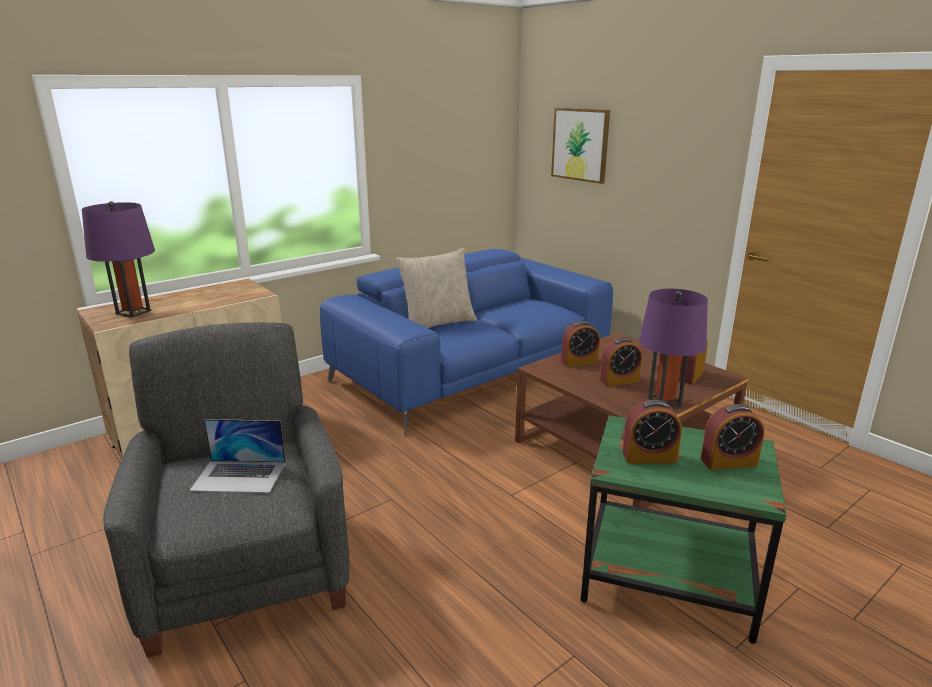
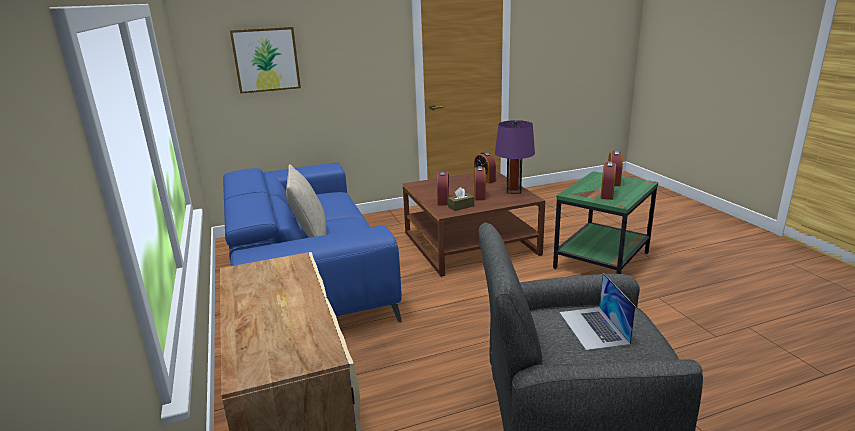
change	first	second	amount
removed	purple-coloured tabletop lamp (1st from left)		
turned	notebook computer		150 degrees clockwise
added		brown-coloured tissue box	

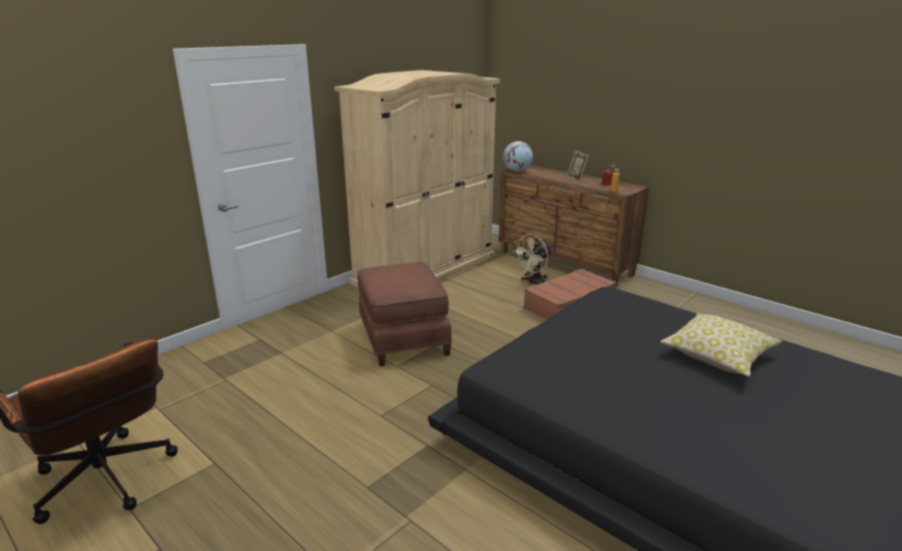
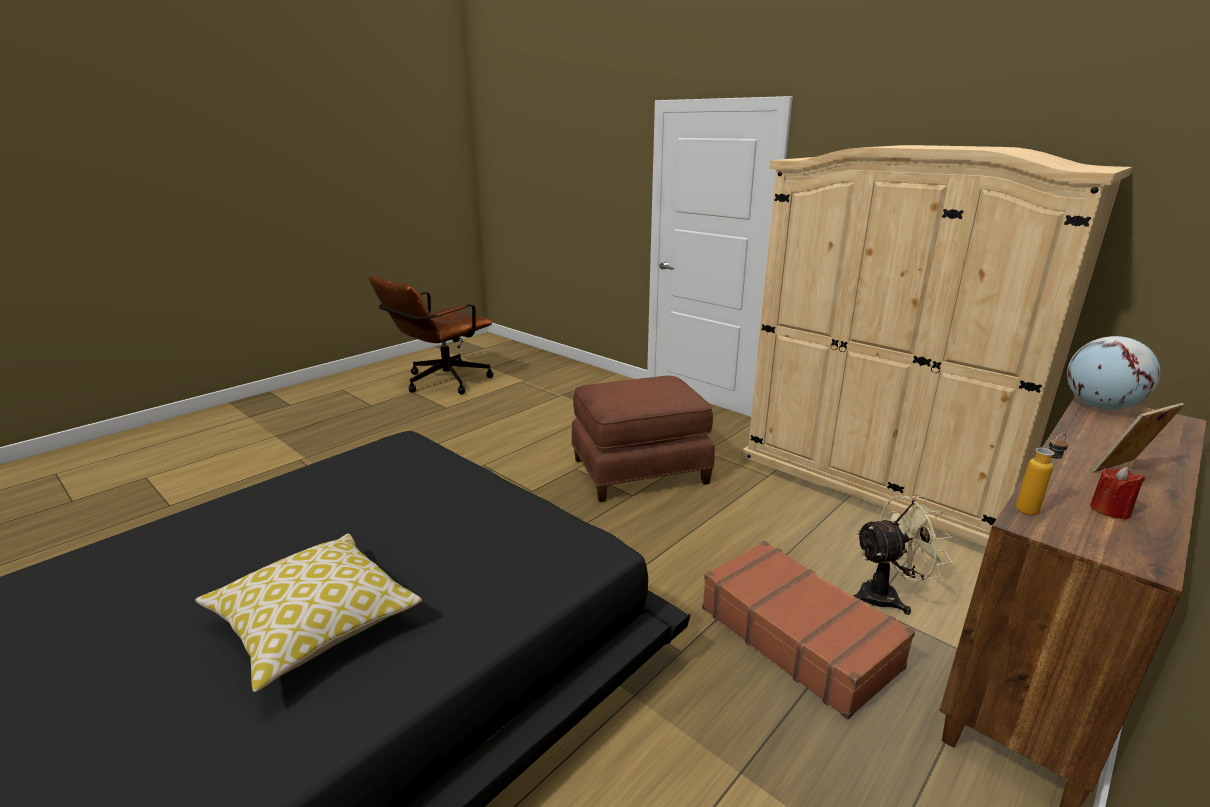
change	first	second	amount
turned	beige fan		120 degrees clockwise

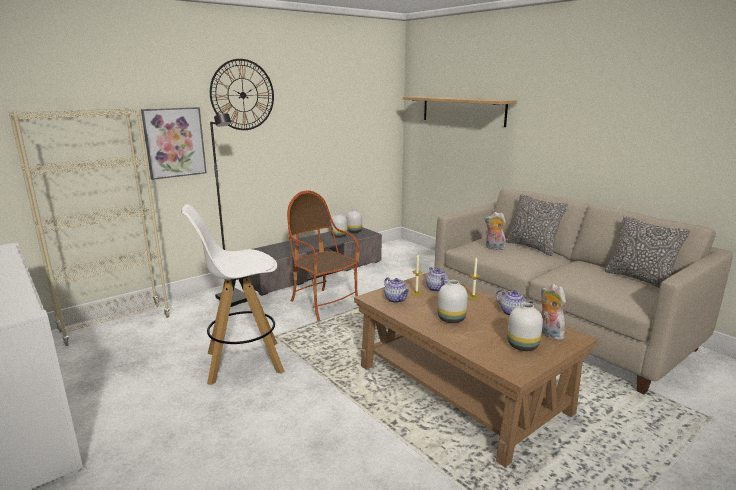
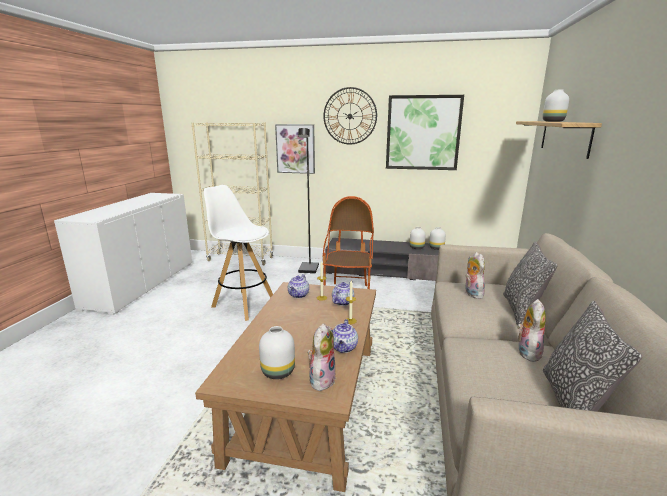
change	first	second	amount
moved	white-coloured decorative vase (3rd from left in the first image)	white-coloured decorative vase (4th from left)	
added		wall picture (2nd from left)	
added		soft toy (3rd from left)	

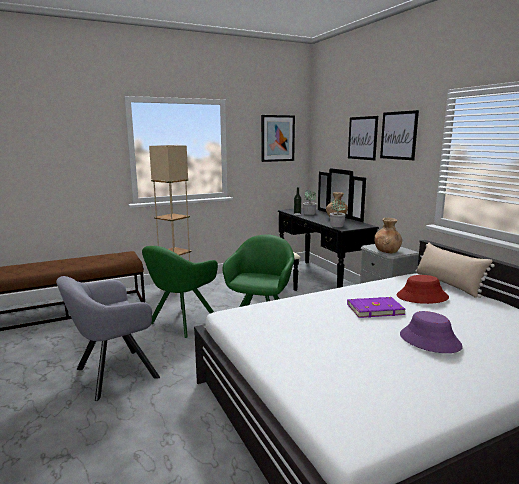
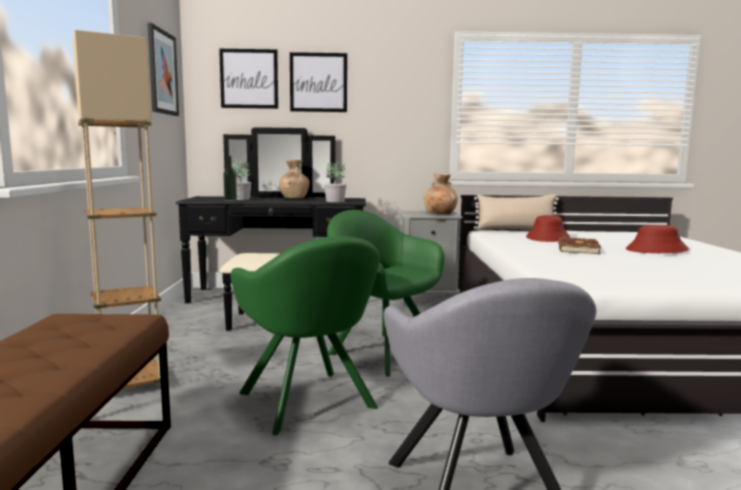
change	first	second	amount
moved	wall picture (3rd from left in the first image)	wall picture (2nd from left)	
recoloured	purple-coloured book	brown-coloured book	
recoloured	purple-coloured hat	red hat (2nd from left)	

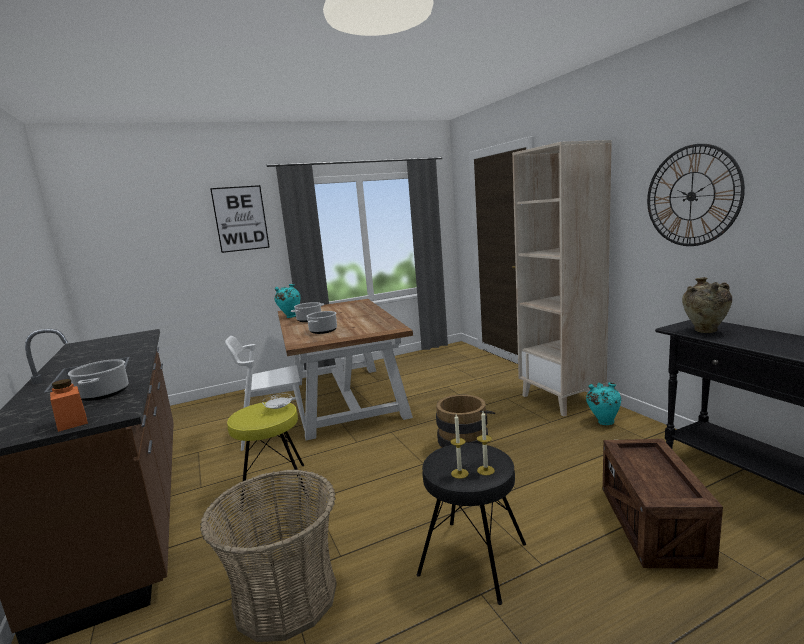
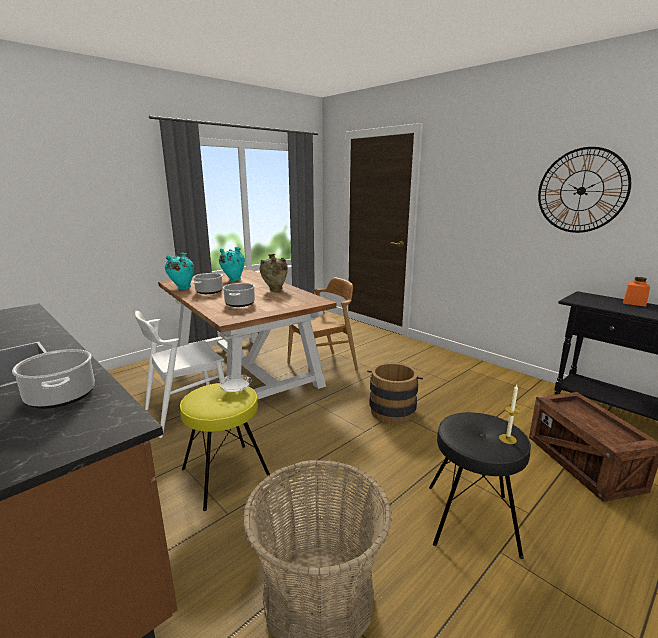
change	first	second	amount
removed	beige bookshelf		
removed	wall picture		
moved	beige decorative vase		
moved	orangey storage jar		
moved	turquoise-coloured decorative vase (2nd from left)		
removed	wax candle (1st from left)		
added		brown-coloured chair	

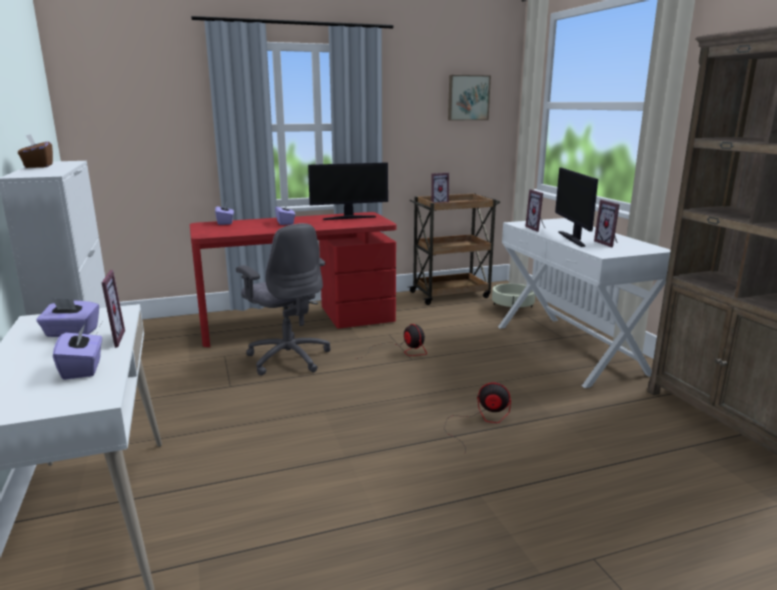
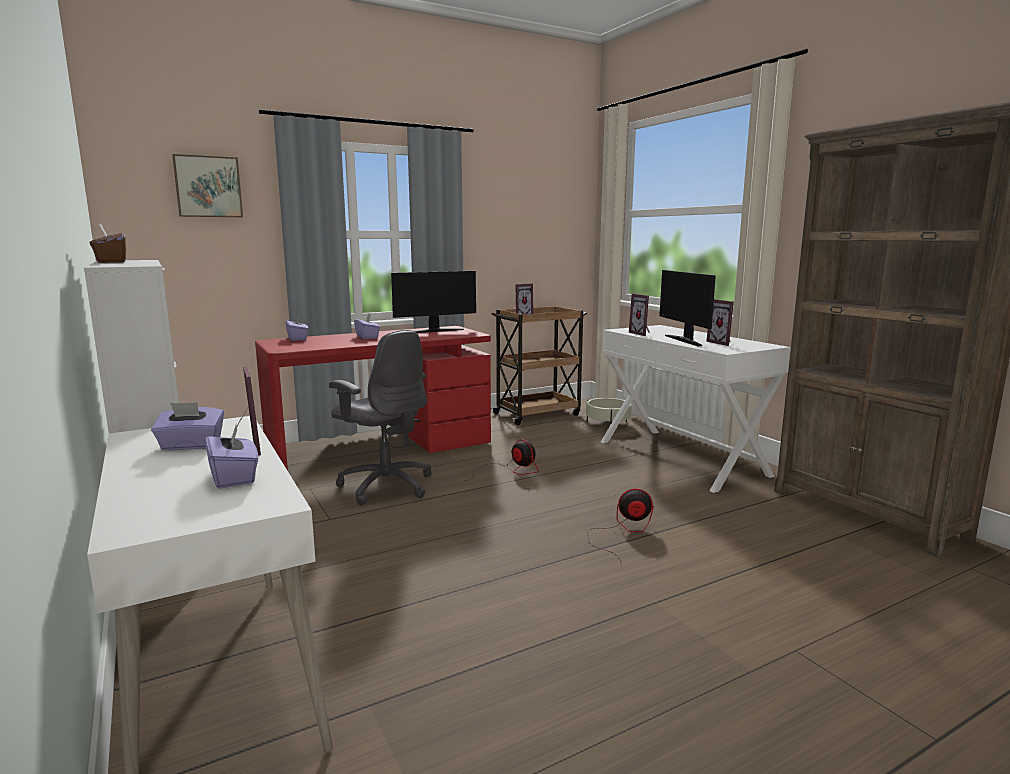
change	first	second	amount
moved	wall picture		

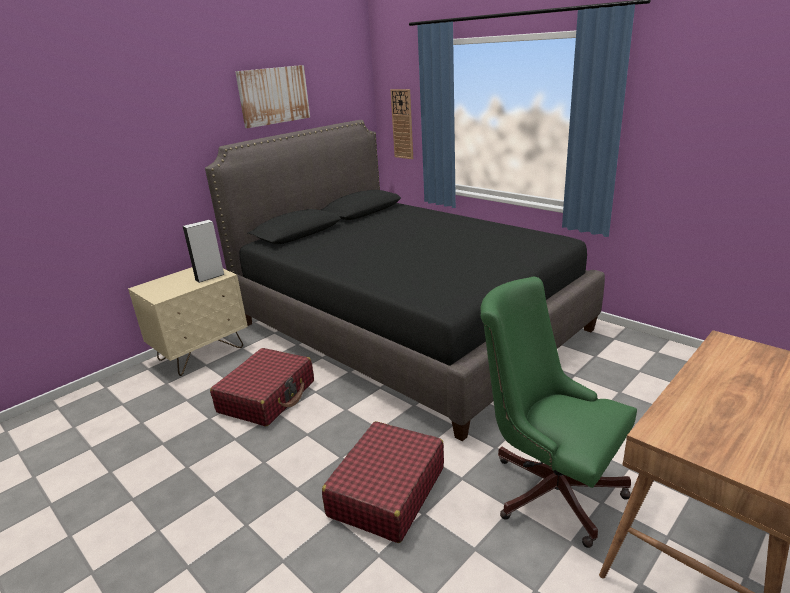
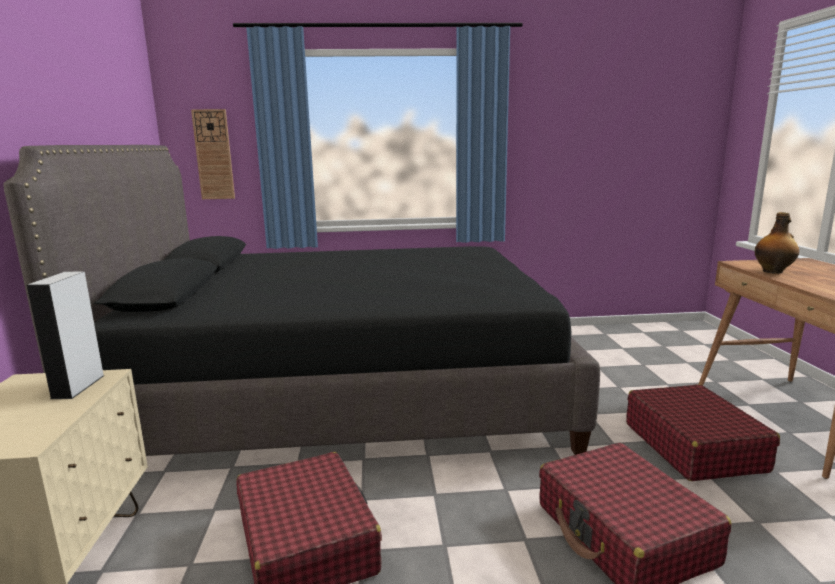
change	first	second	amount
removed	wall picture		
replaced	green-coloured office chair	red travel case (3rd from left)	
added		drink bottle	

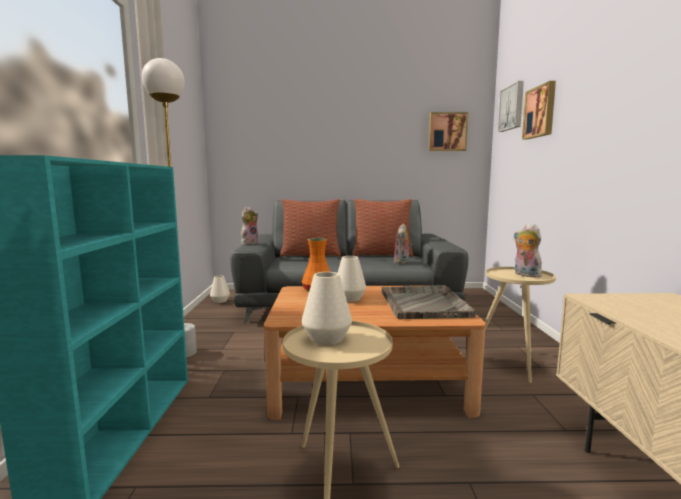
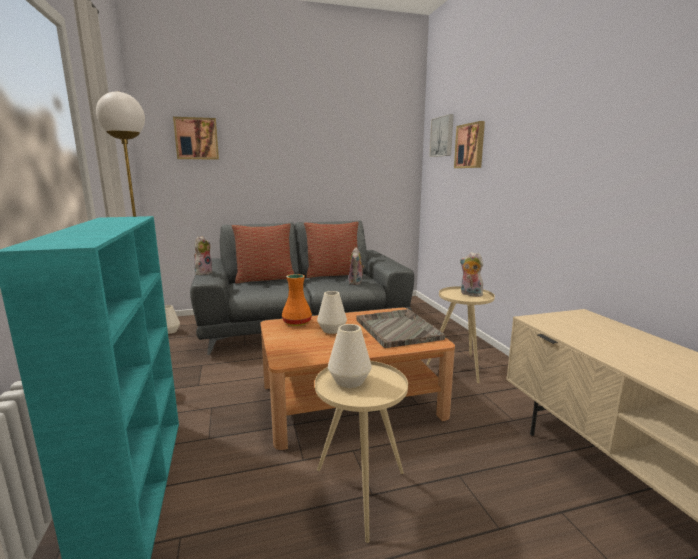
change	first	second	amount
moved	wall picture (1st from left)		

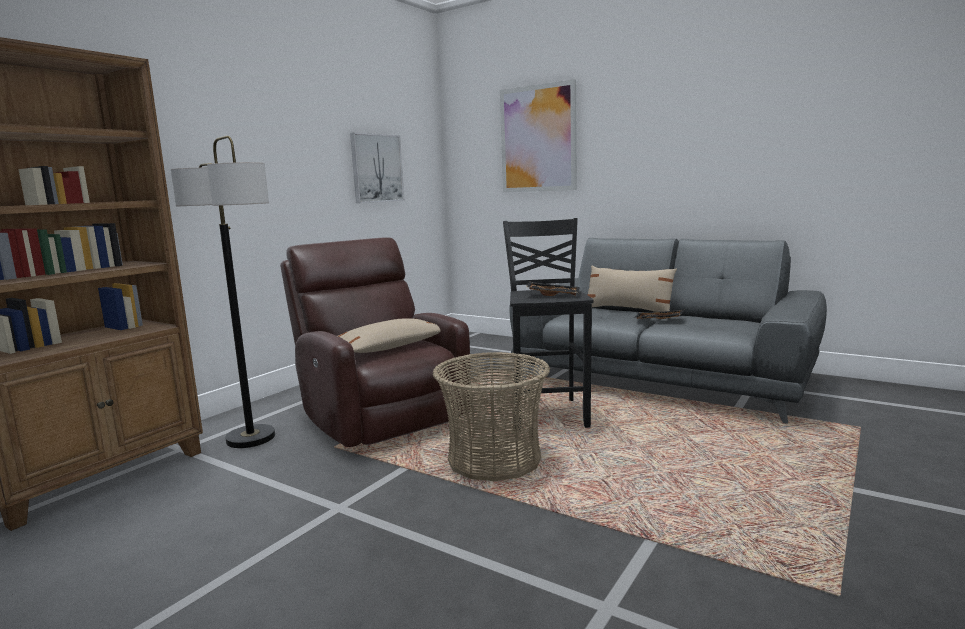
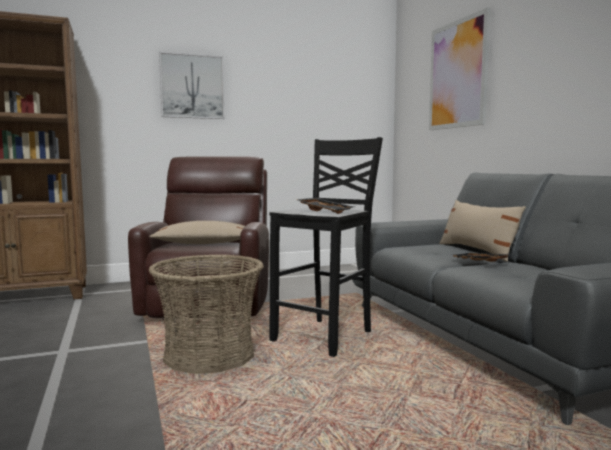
change	first	second	amount
moved	wall picture (1st from left)		
removed	floor lamp		

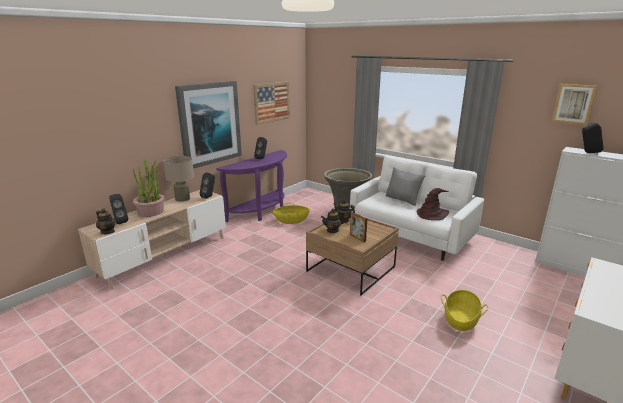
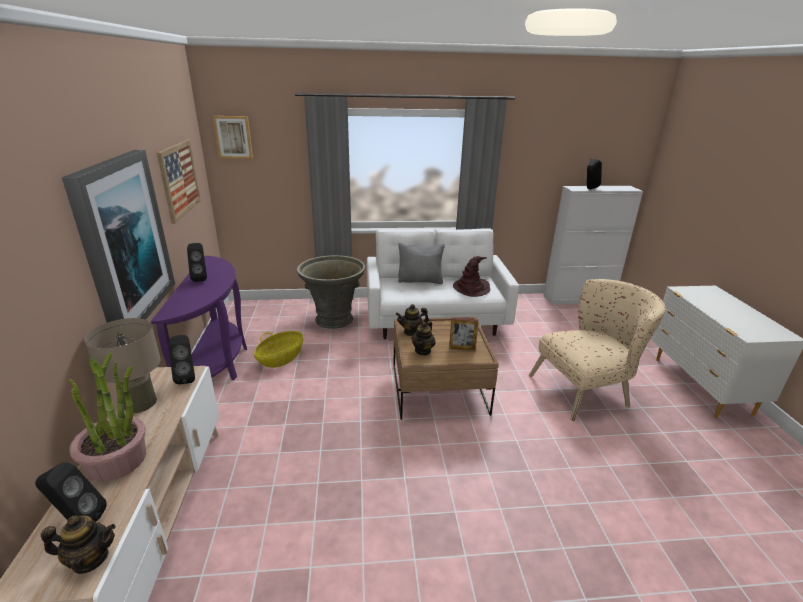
change	first	second	amount
moved	wall picture (3rd from left)		
replaced	household basket (2nd from left)	beige lounge chair	

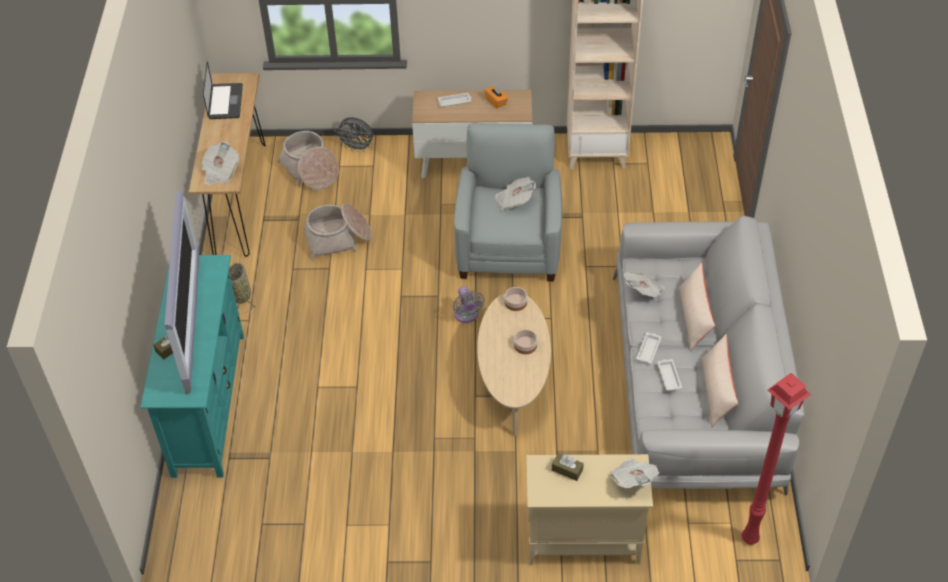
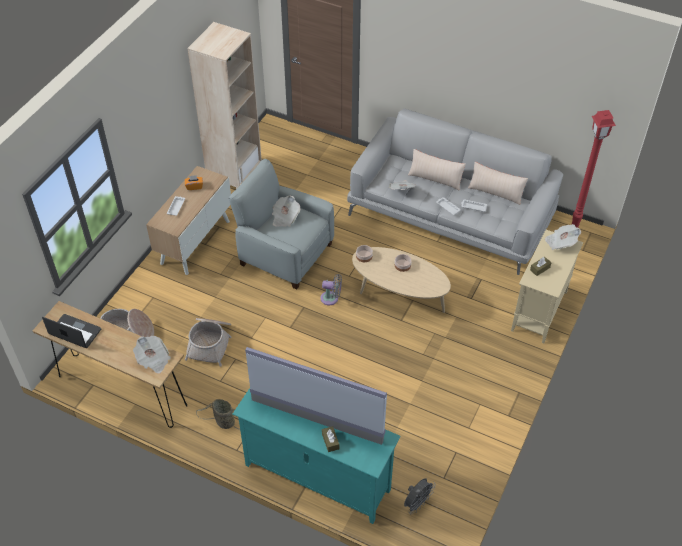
change	first	second	amount
moved	grey fan (1st from left in the first image)	grey fan (2nd from left)	

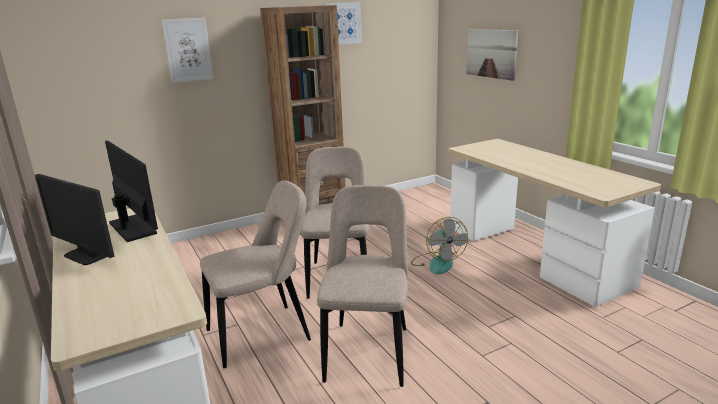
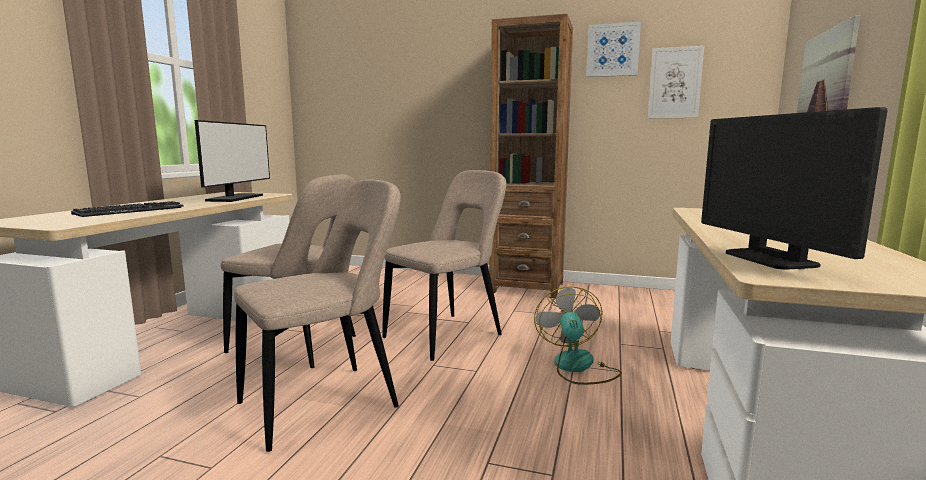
change	first	second	amount
moved	wall picture (1st from left in the first image)	wall picture (2nd from left)	
moved	computer screen (1st from left in the first image)	computer screen (2nd from left)	
turned	fan		150 degrees clockwise
added		computer keyboard	

